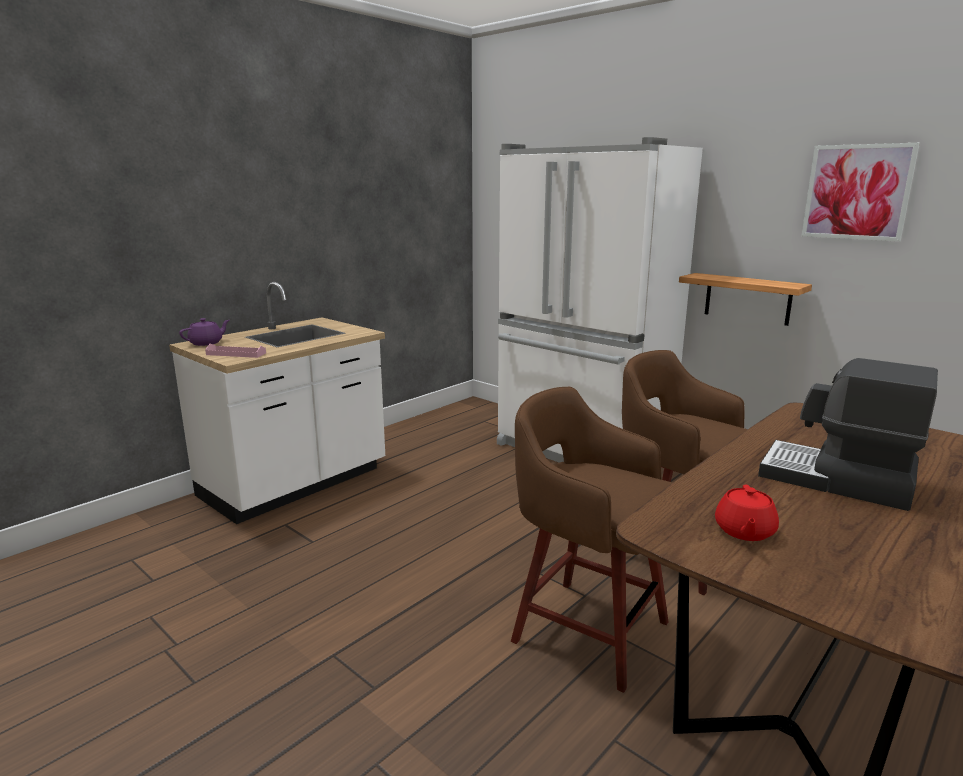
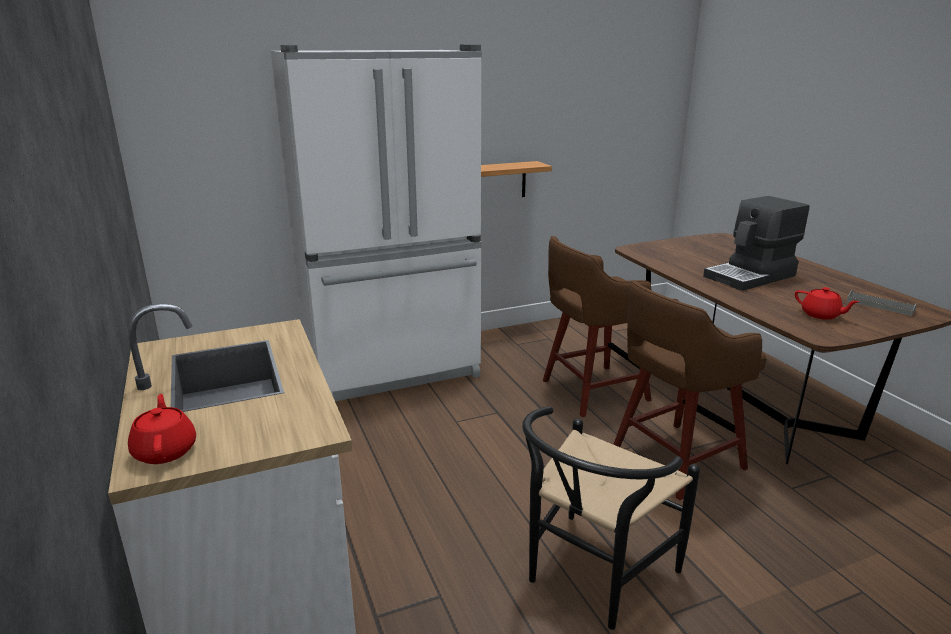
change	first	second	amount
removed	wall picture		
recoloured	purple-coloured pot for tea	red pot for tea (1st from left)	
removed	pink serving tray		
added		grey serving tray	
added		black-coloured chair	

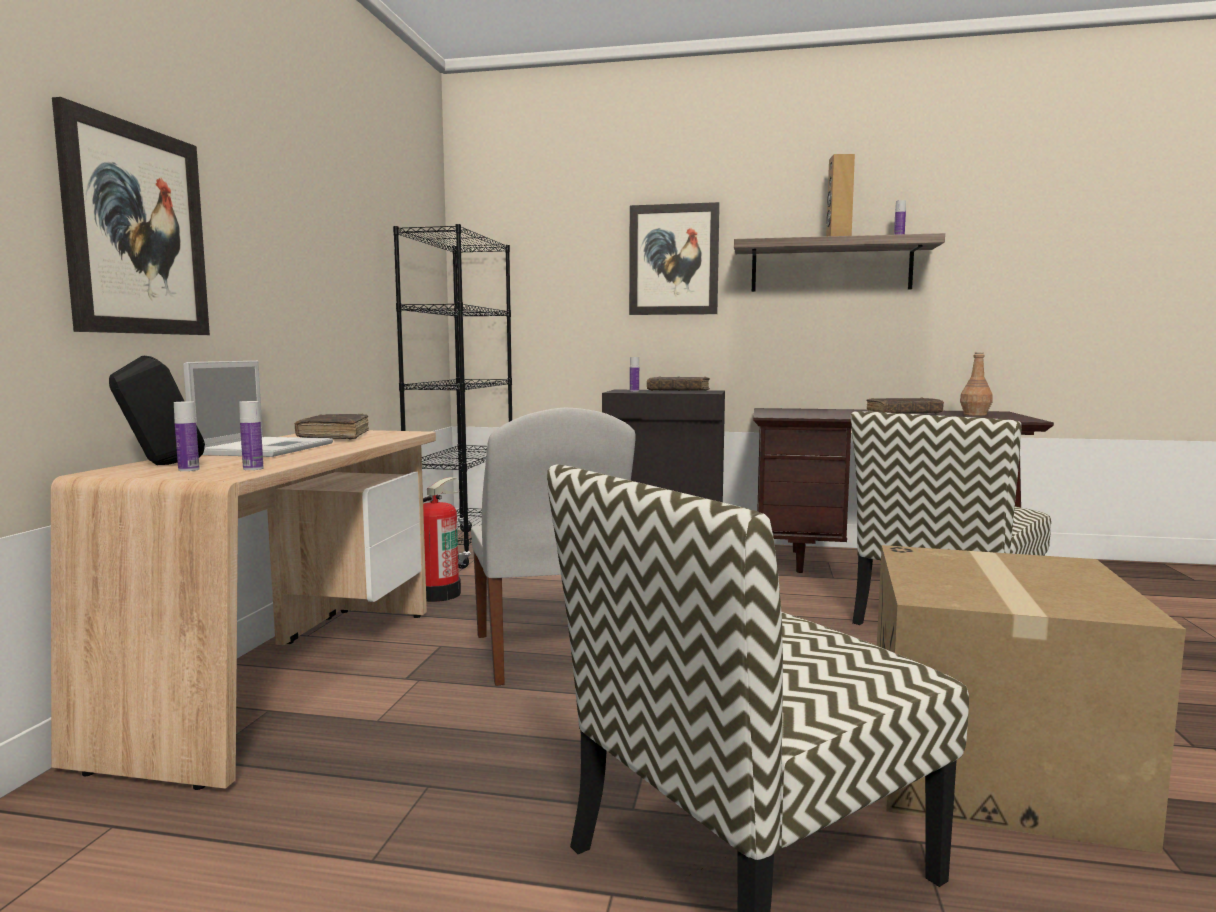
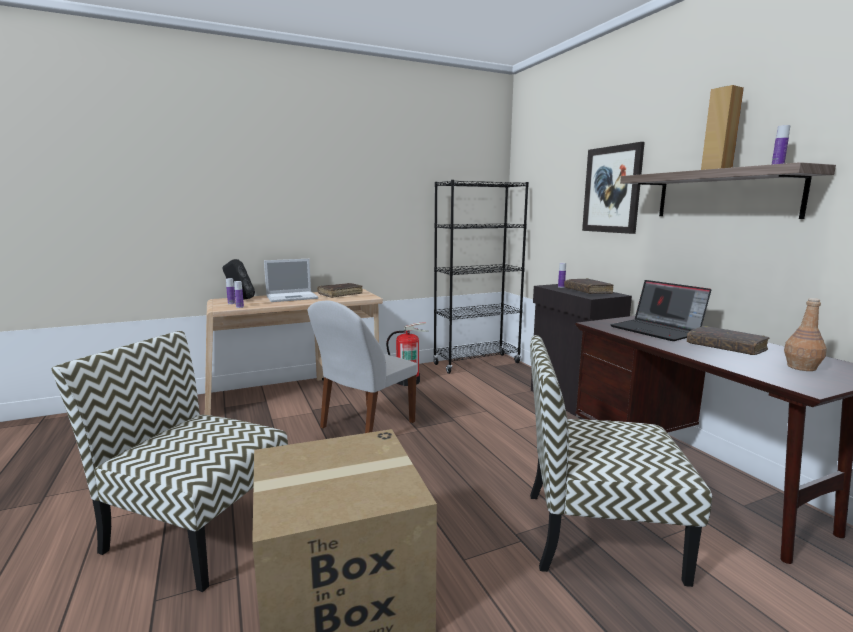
change	first	second	amount
removed	wall picture (1st from left)		
added		notebook computer (2nd from left)	

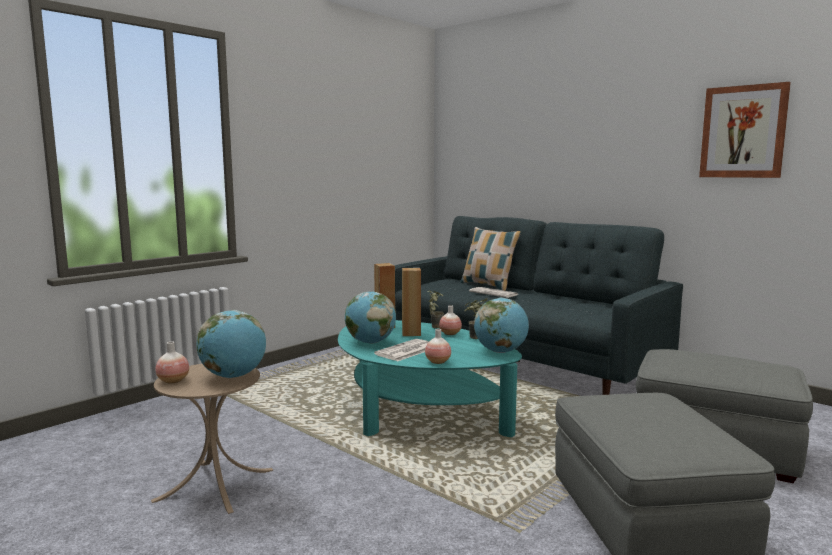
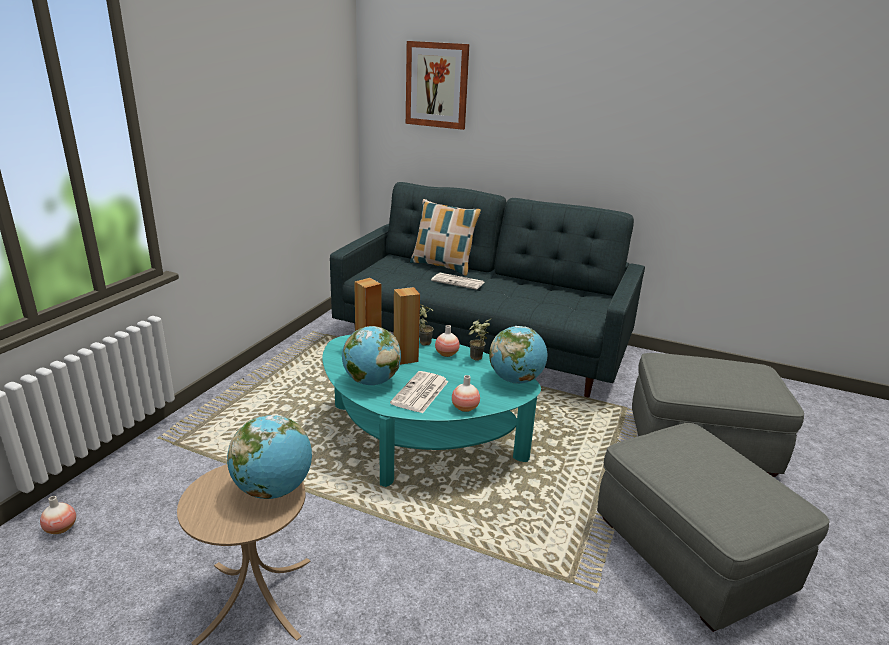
change	first	second	amount
moved	wall picture		
moved	decorative vase (1st from left)		

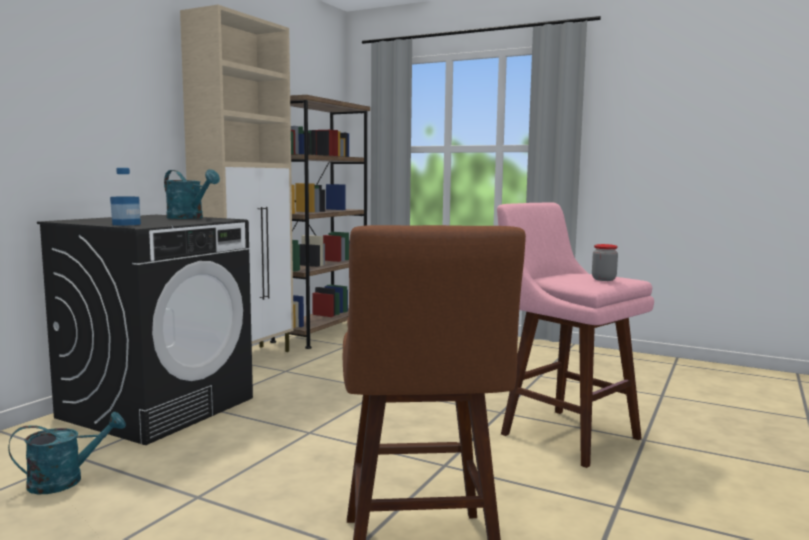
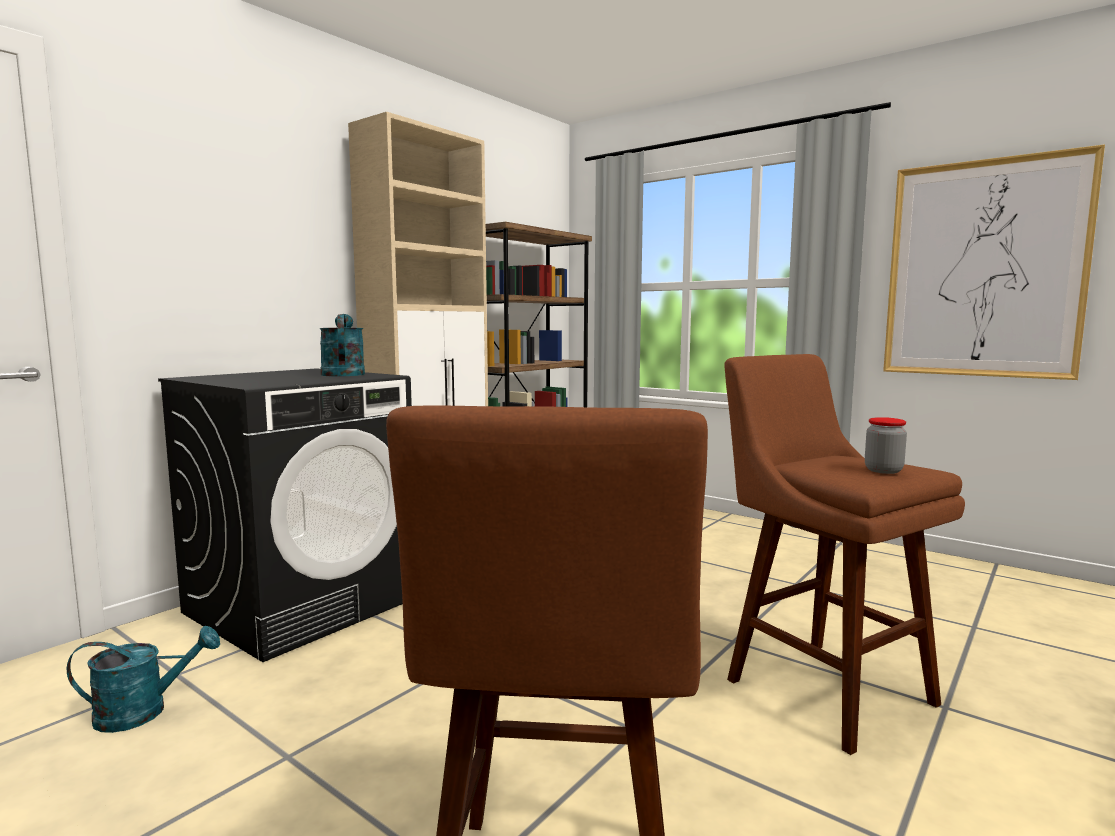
change	first	second	amount
removed	drink bottle		
turned	turquoise-coloured watering pot (2nd from left)		150 degrees counterclockwise
recoloured	pink stool seat	brown-coloured stool seat (2nd from left)	
added		wall picture	

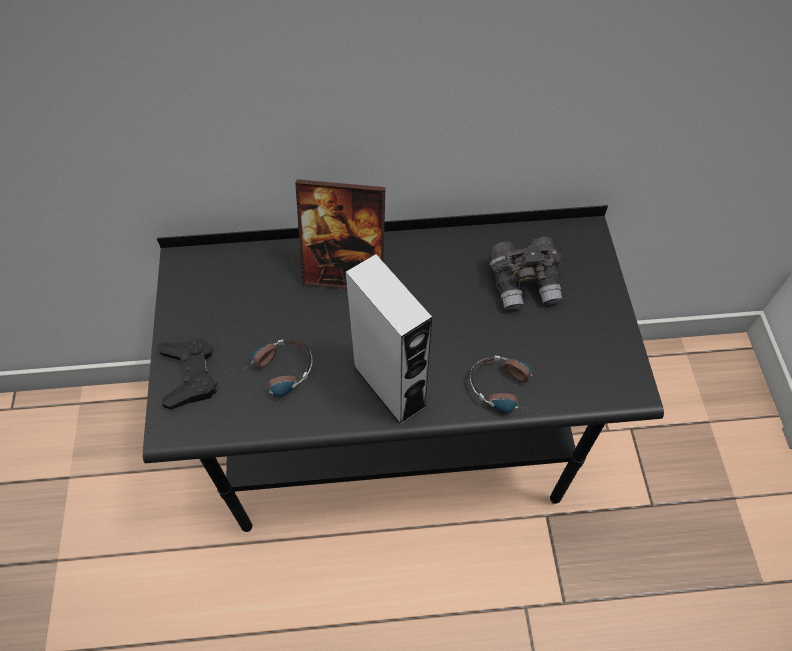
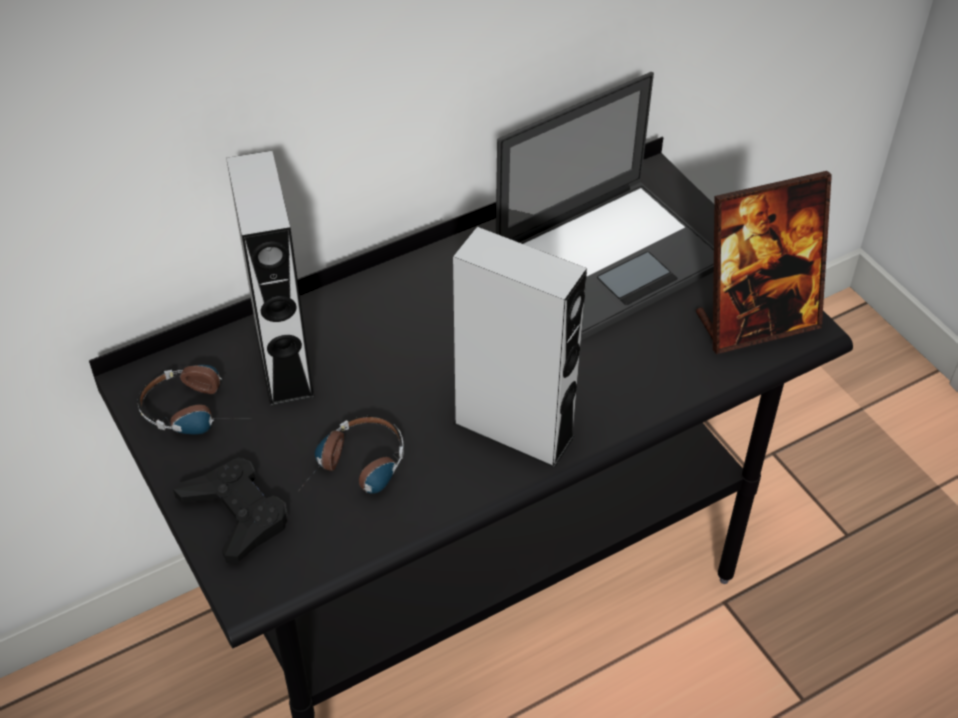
change	first	second	amount
moved	photo frame		
replaced	grey field glasses	notebook computer	
moved	headset (2nd from left in the first image)	headset (1st from left)	
added		grey audio speaker (1st from left)	

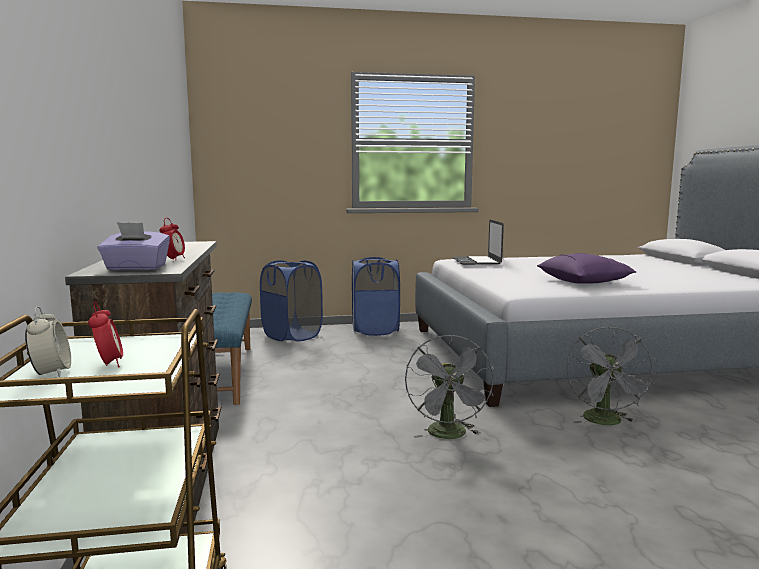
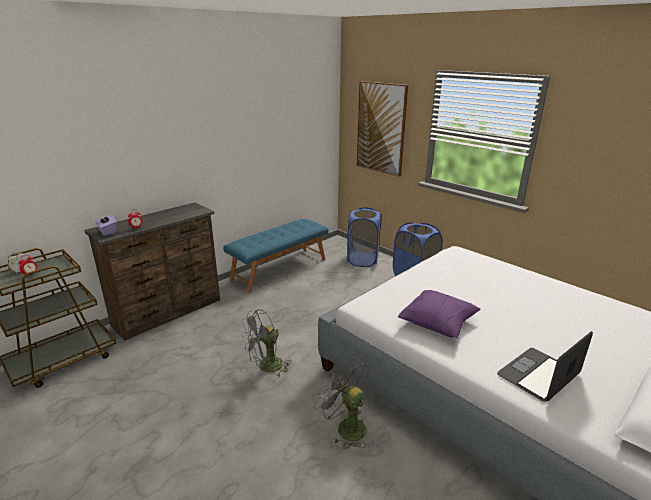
change	first	second	amount
moved	notebook computer		
turned	grey fan (2nd from left)		75 degrees clockwise
added		wall picture	

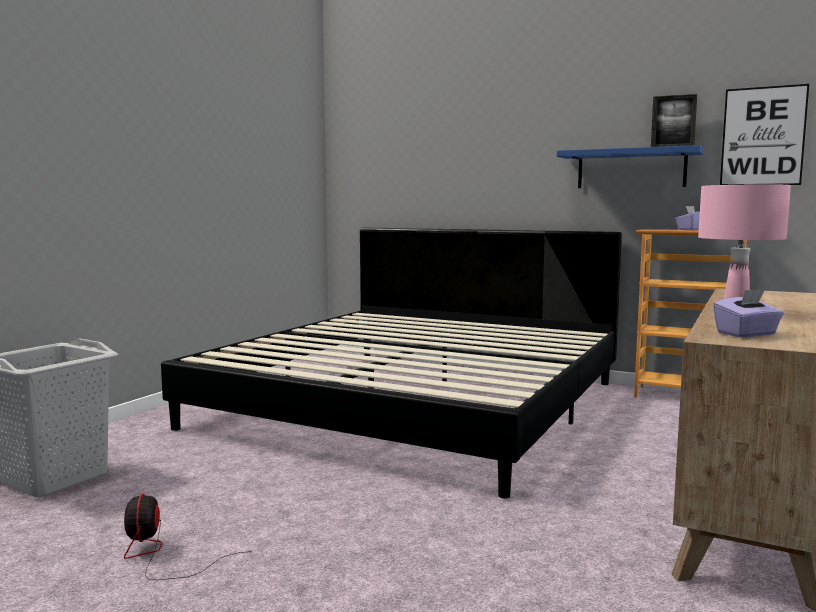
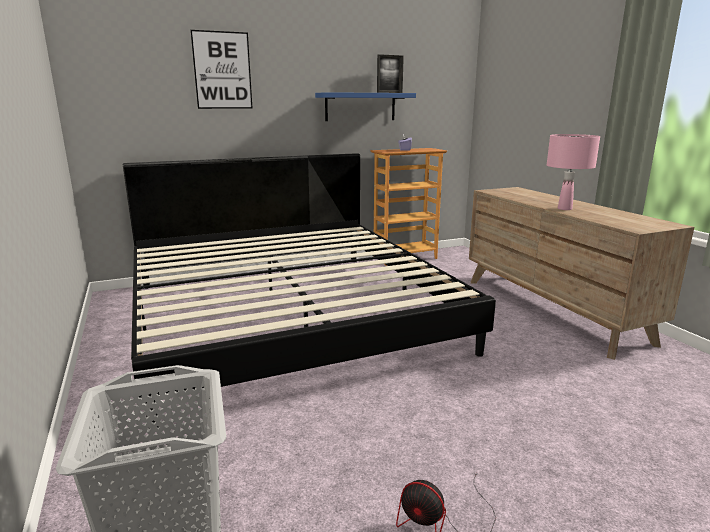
change	first	second	amount
moved	wall picture		
removed	purple-coloured tissue box (2nd from left)		

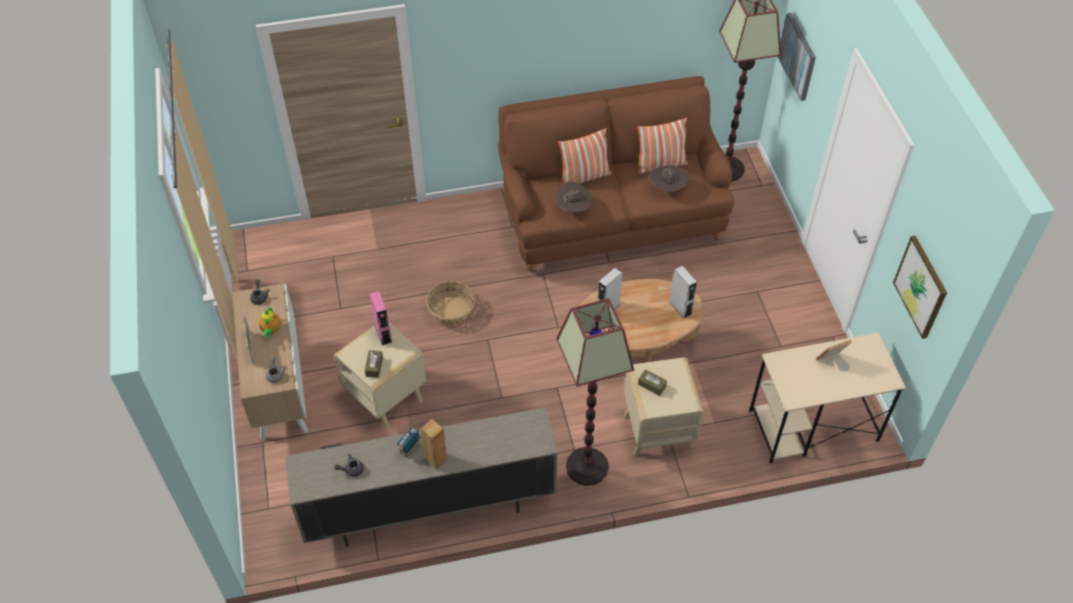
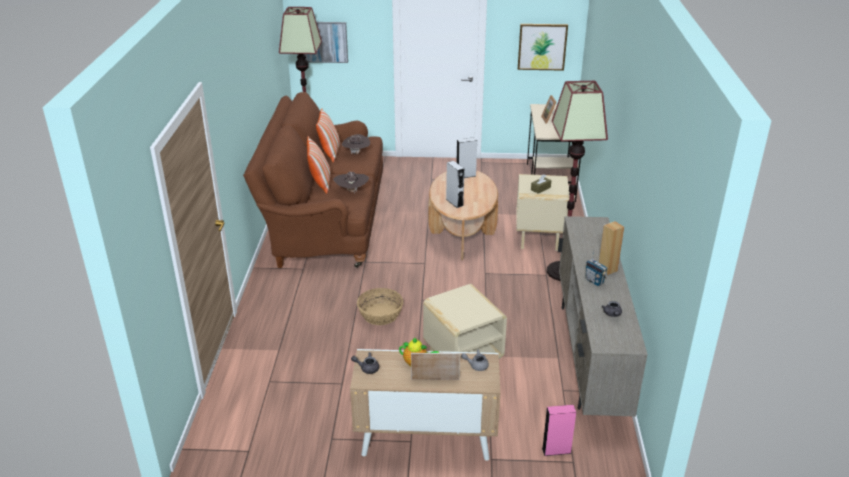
change	first	second	amount
moved	pink audio speaker		
removed	brown-coloured tissue box (1st from left)		

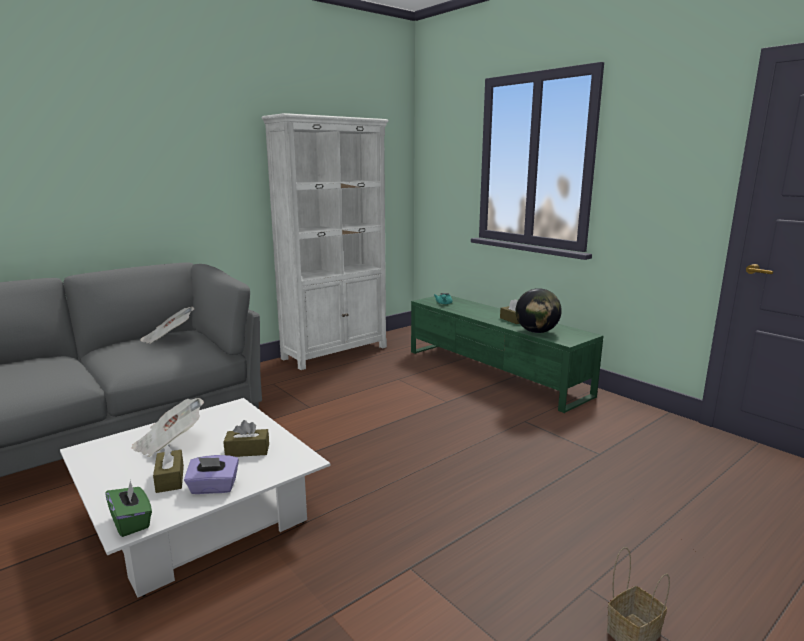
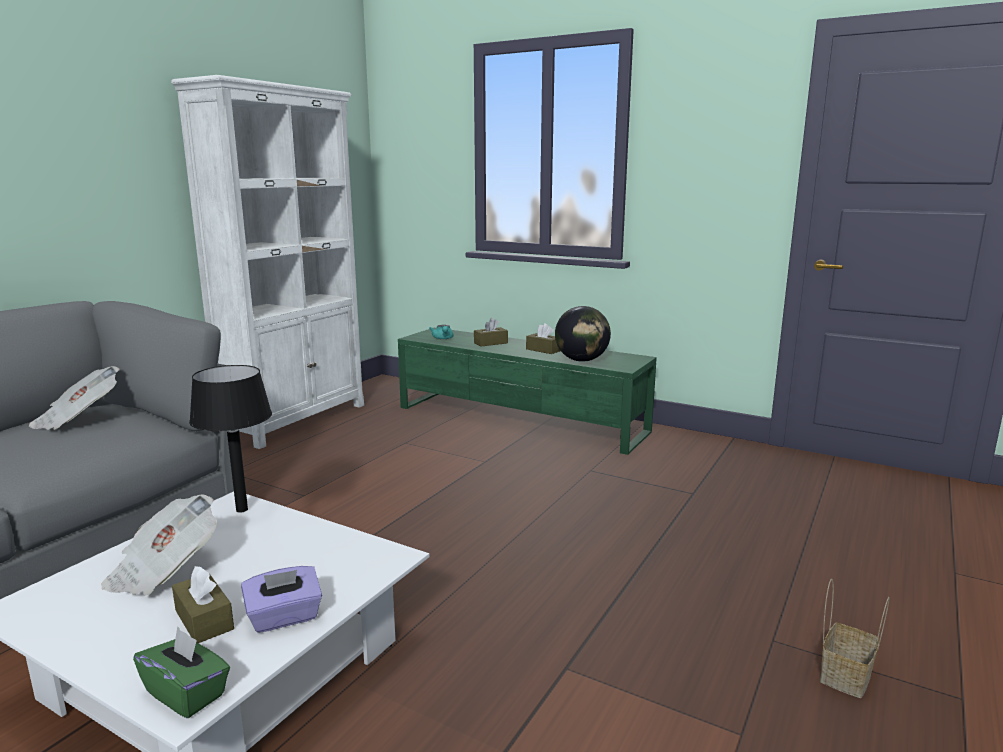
change	first	second	amount
moved	brown-coloured tissue box (2nd from left)		
added		black-coloured tabletop lamp	

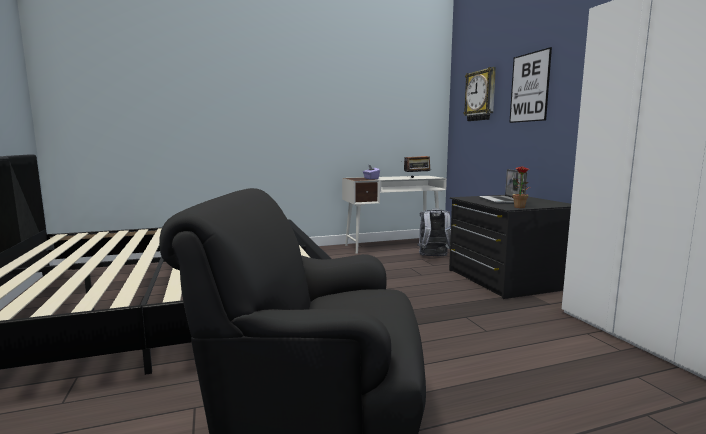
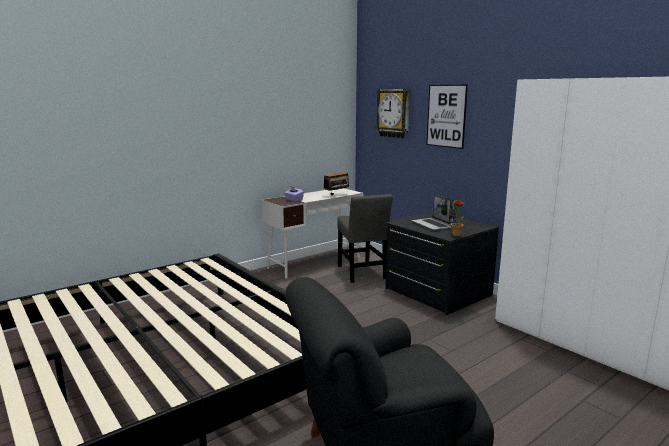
change	first	second	amount
replaced	grey backpack	grey chair	

